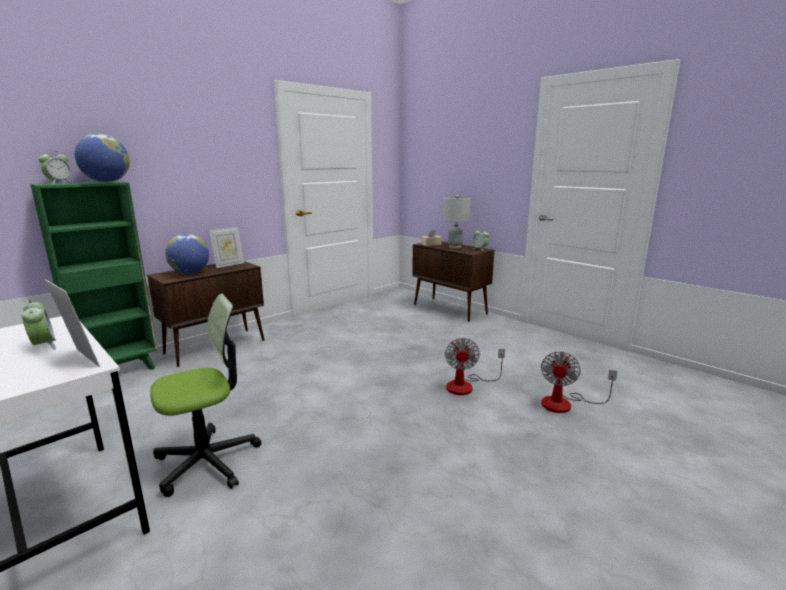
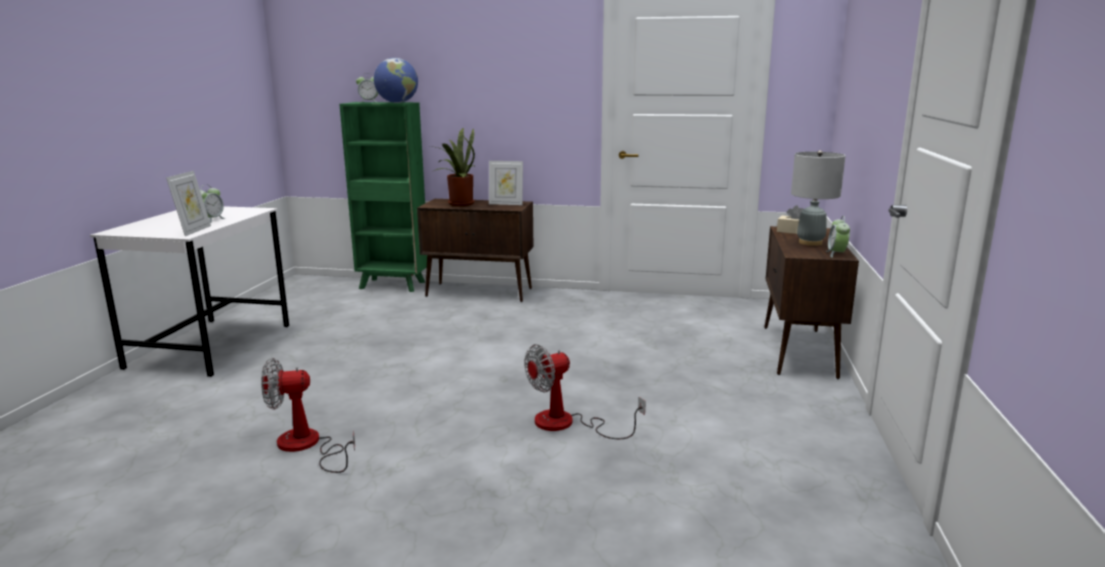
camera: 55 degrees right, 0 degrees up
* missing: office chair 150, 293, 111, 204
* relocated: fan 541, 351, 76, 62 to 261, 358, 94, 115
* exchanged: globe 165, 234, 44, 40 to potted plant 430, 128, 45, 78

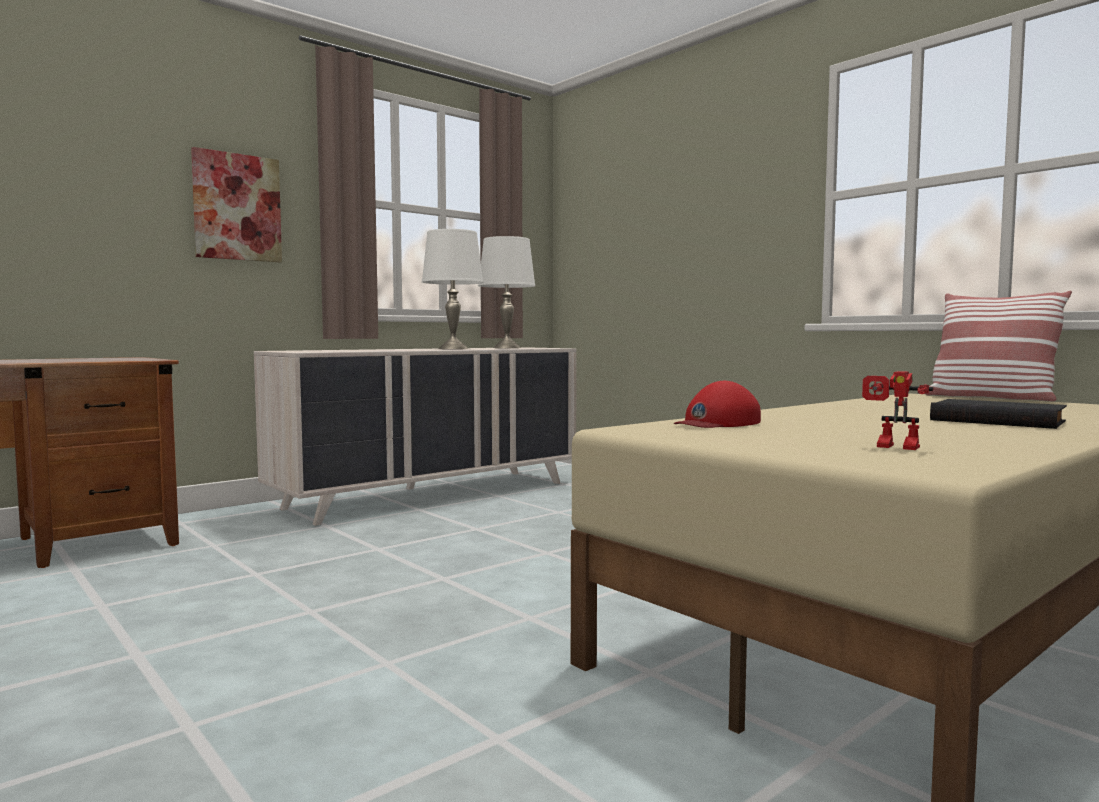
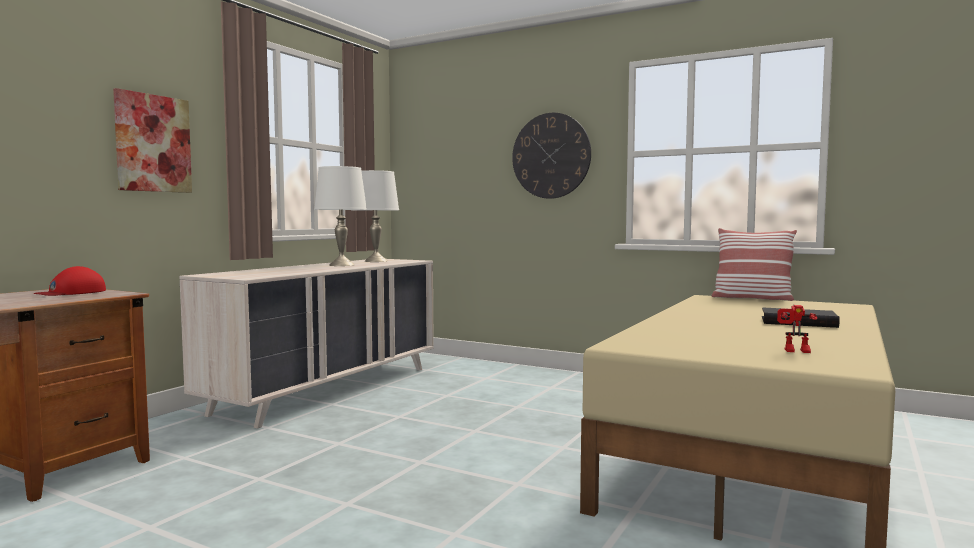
camera: 20 degrees left, 0 degrees up
* appeared: wall clock 512, 113, 79, 86
* relocated: cap/red 674, 381, 87, 47 to 34, 266, 72, 30

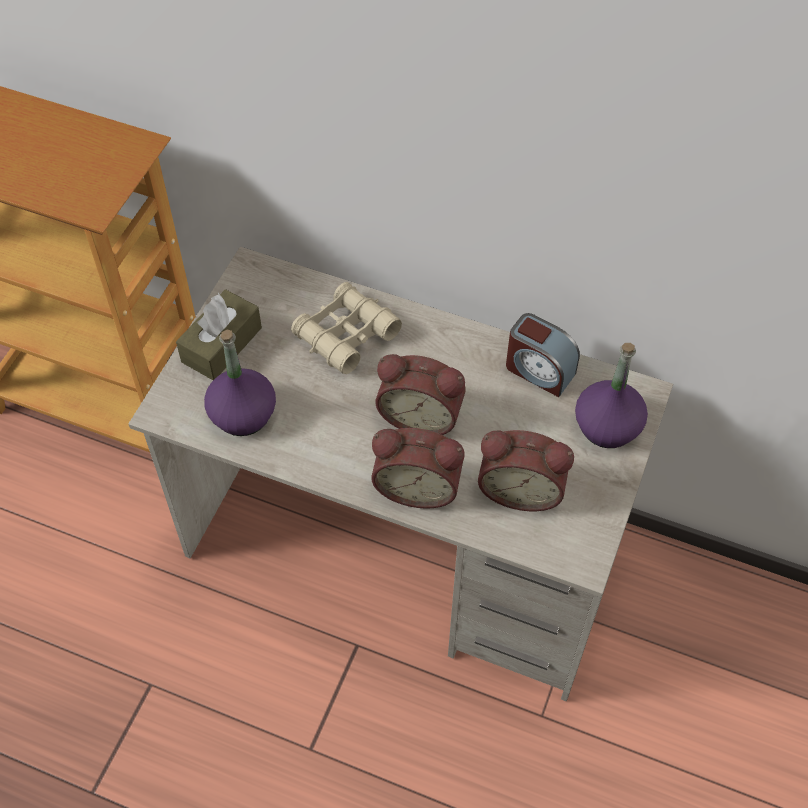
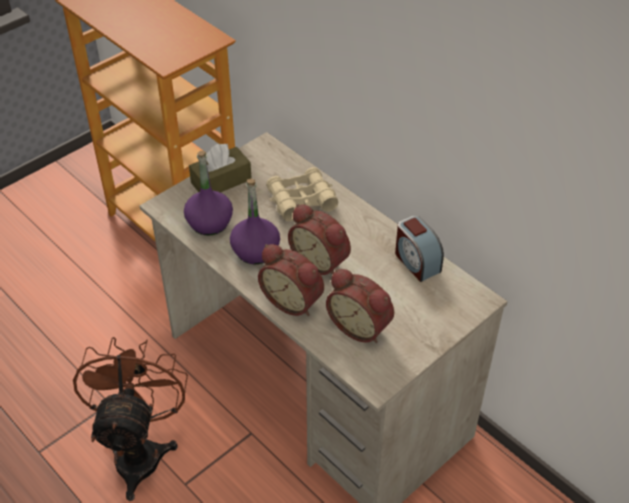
camera: 25 degrees right, 10 degrees down
* appeared: fan/brown 73, 337, 115, 164
* relocated: bottle/purple 575, 343, 73, 105 to 230, 179, 50, 85

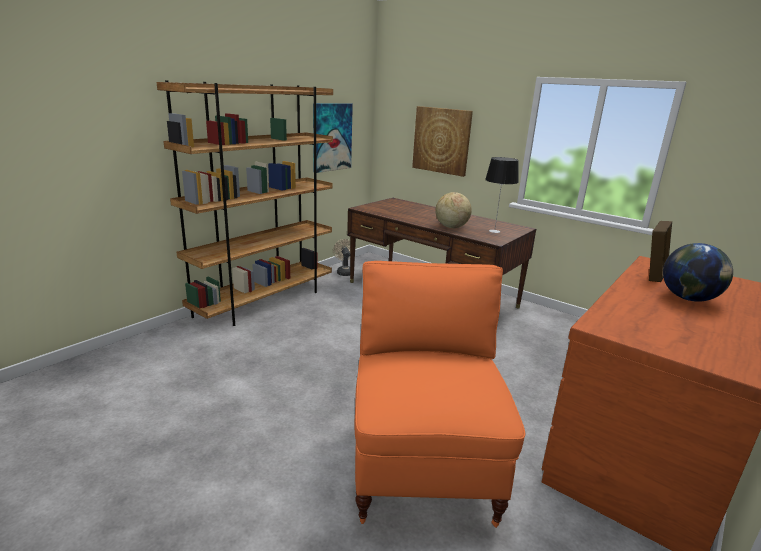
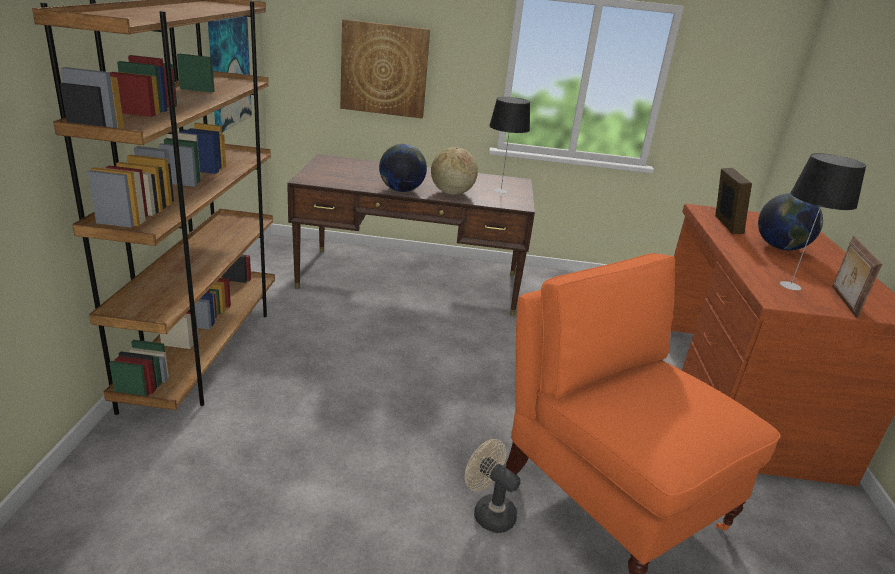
camera: 35 degrees left, 5 degrees up
* appeared: globe 379, 144, 48, 48
* appeared: table lamp 780, 153, 86, 137
* appeared: picture frame 832, 236, 50, 82
* relocated: fan/beige 333, 239, 17, 37 to 465, 439, 55, 94

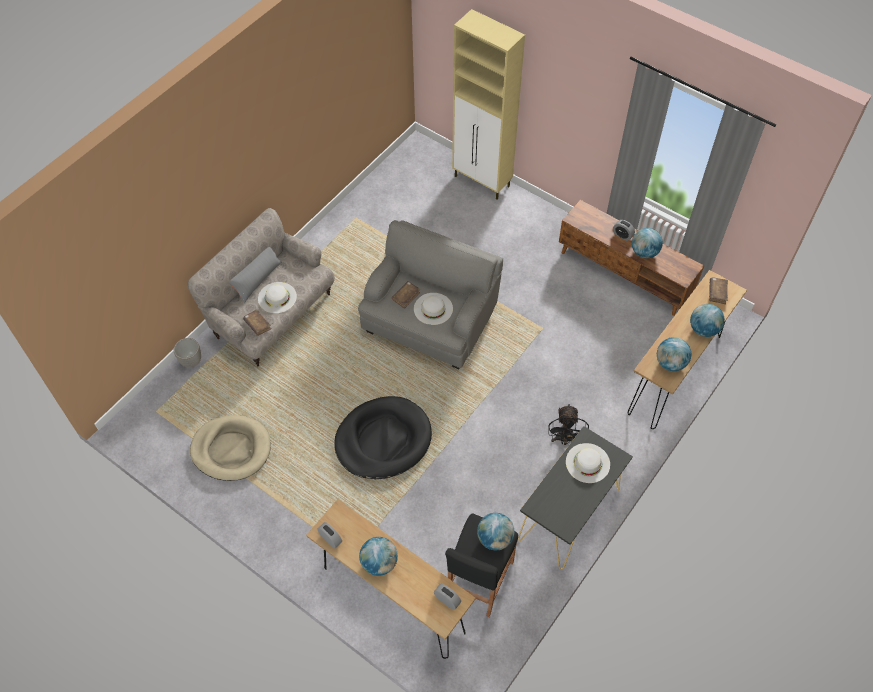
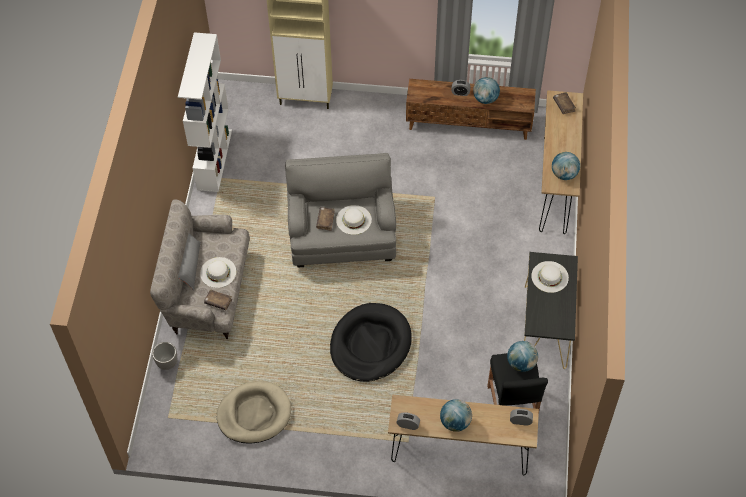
camera: 30 degrees left, 0 degrees up
* missing: fan/black 548, 404, 41, 41
* missing: globe 690, 304, 35, 33
* appeared: bookcase/white 178, 32, 54, 160

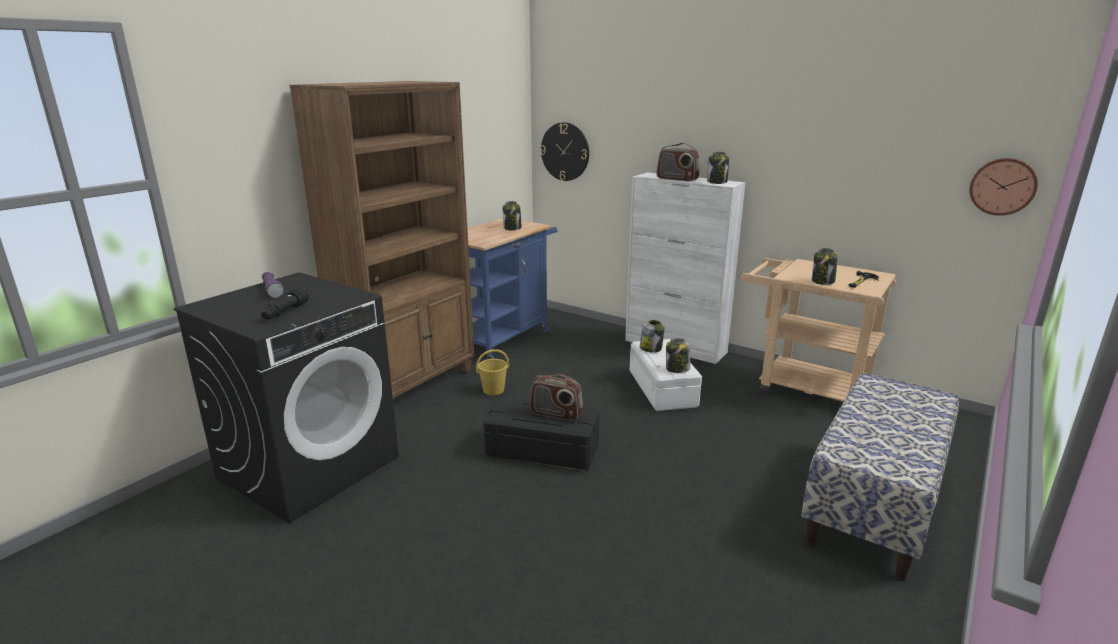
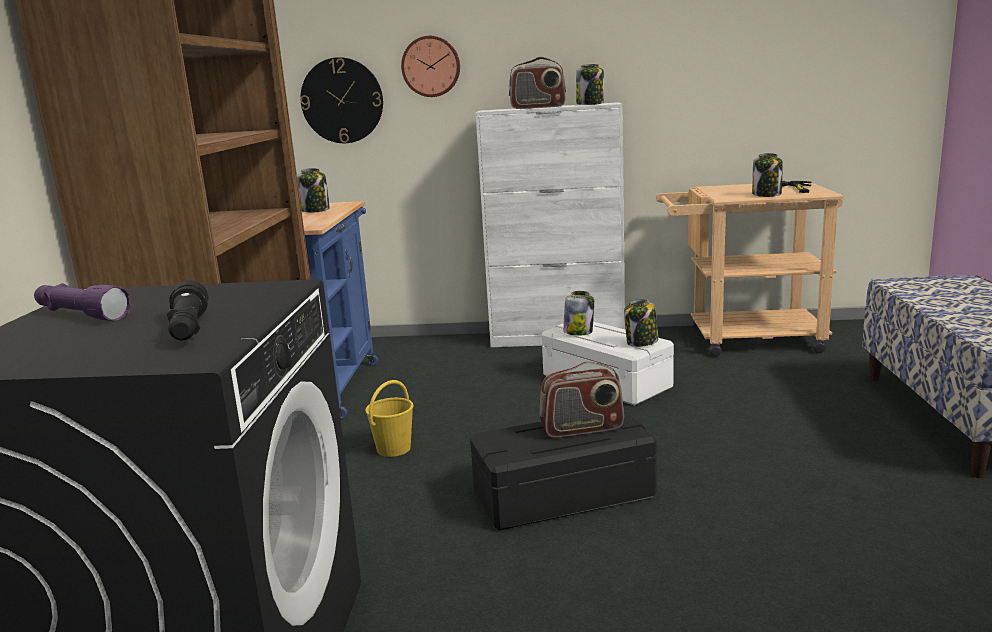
camera: 30 degrees left, 5 degrees down
* relocated: wall clock 969, 158, 69, 58 to 401, 36, 59, 61

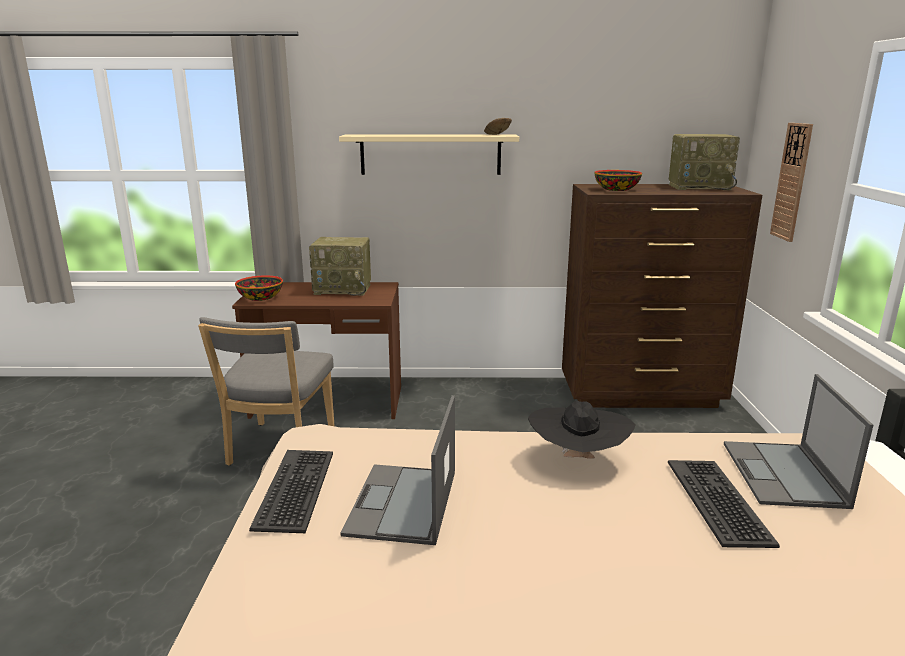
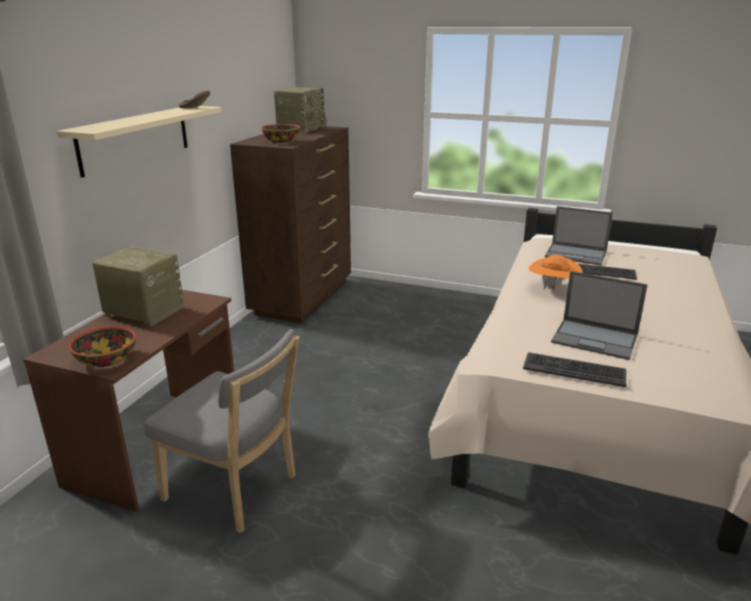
camera: 70 degrees left, 5 degrees up
* missing: wall clock 770, 123, 43, 119
* colour: hat/black 528, 401, 108, 58 to hat/orange 528, 254, 55, 36
* spun: radio 309, 237, 62, 59 = 92, 246, 92, 81 90 degrees counterclockwise

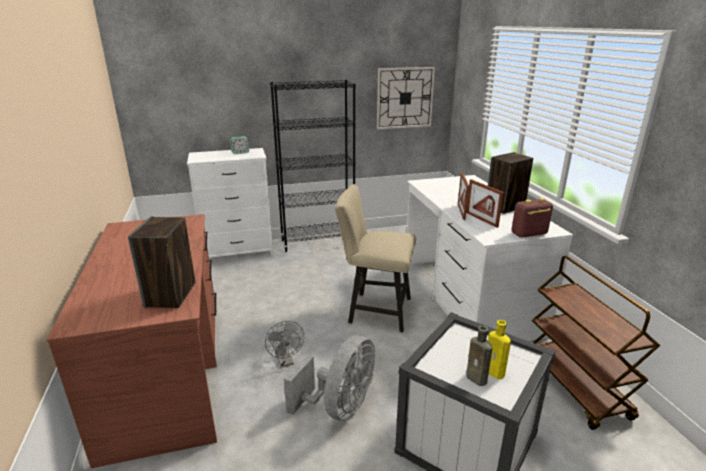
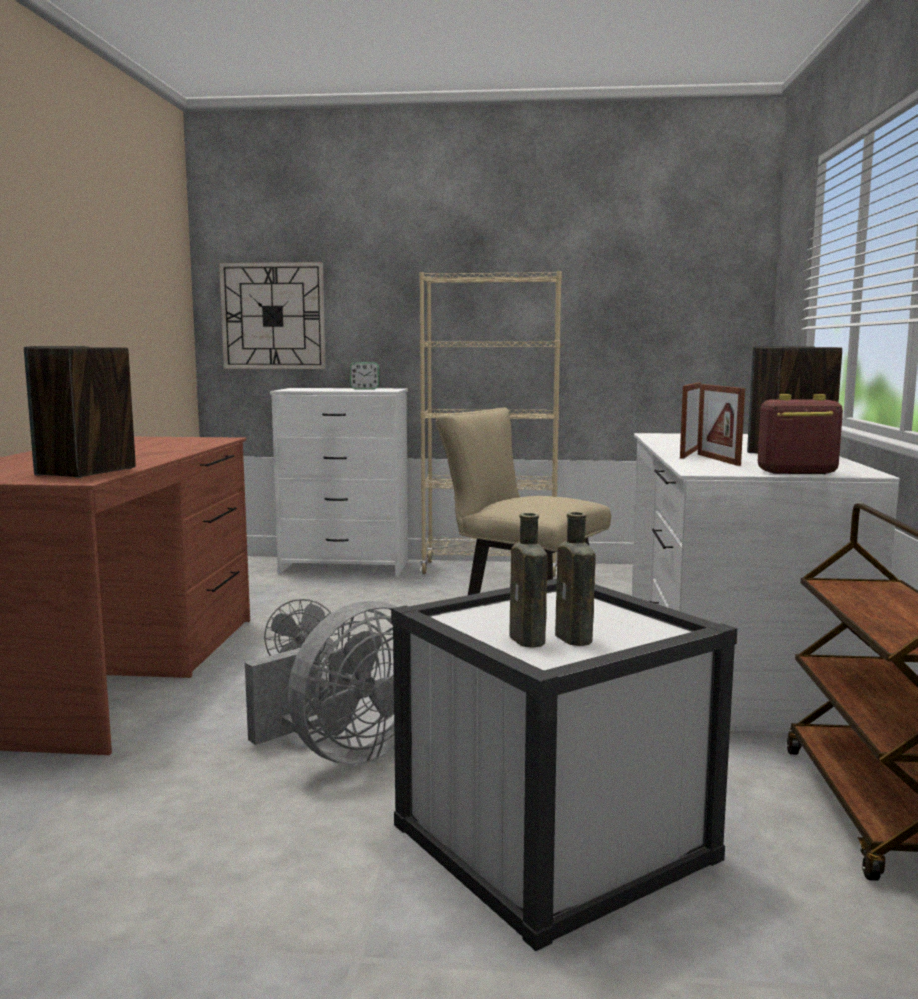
camera: 20 degrees right, 15 degrees down
* relocated: wall clock 377, 67, 58, 62 to 219, 262, 107, 107
* colour: bookcase/black 270, 80, 86, 172 to bookcase/beige 419, 271, 143, 306
* colour: bottle/yellow 488, 320, 23, 59 to bottle/brown 555, 512, 41, 134

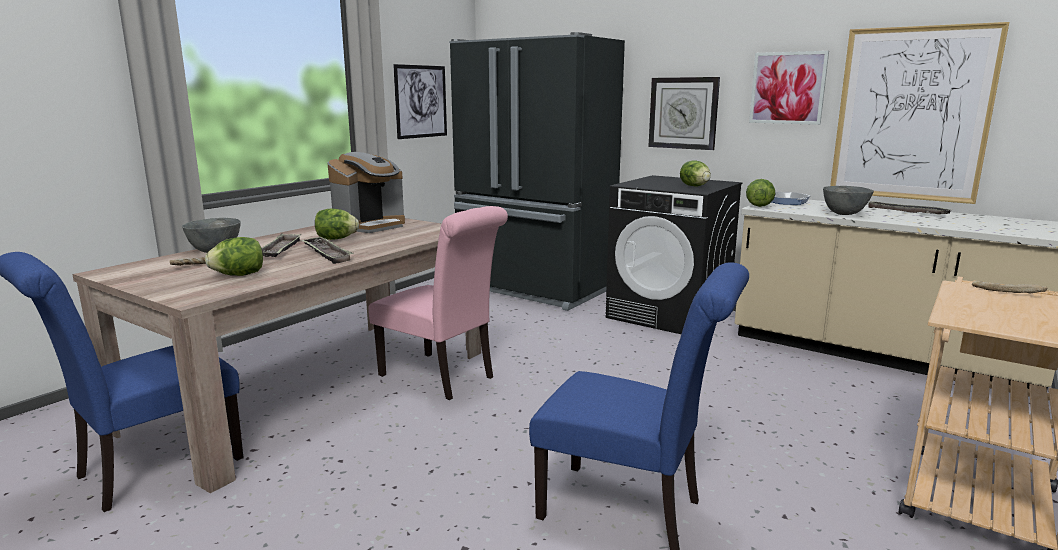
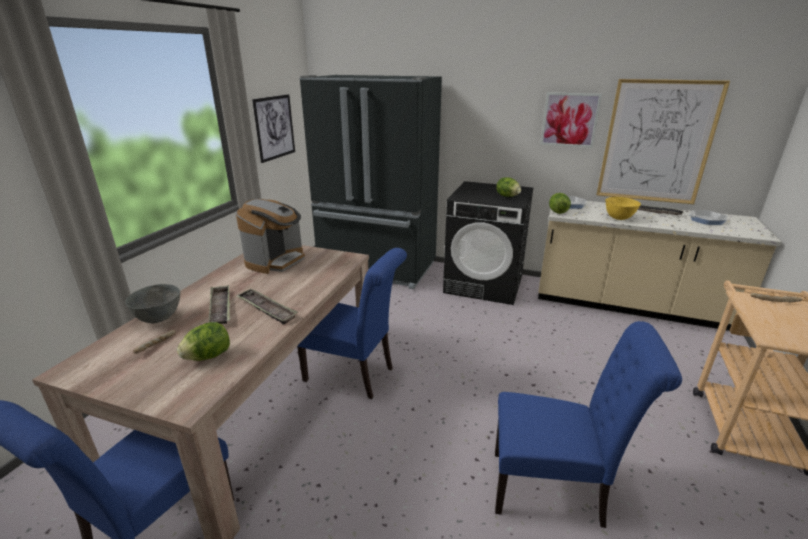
camera: 15 degrees left, 10 degrees up
* missing: lettuce 315, 208, 44, 32
* missing: wall clock 648, 77, 72, 73
* appeared: frying pan 689, 210, 39, 15
* colour: chair/pink 368, 206, 140, 194 to chair/blue 297, 248, 110, 151
* colour: bowl/grey 823, 186, 51, 29 to bowl/yellow 605, 197, 36, 23

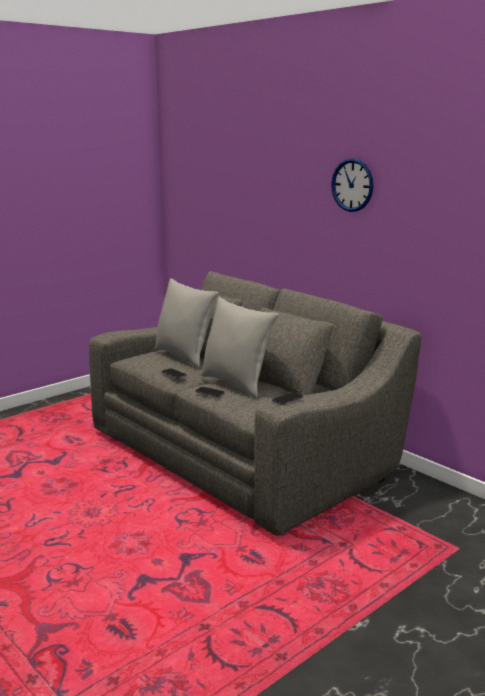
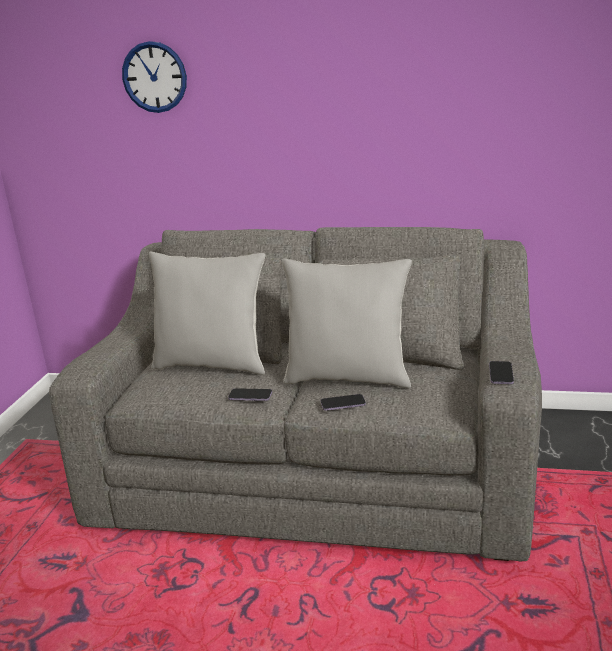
camera: 35 degrees left, 5 degrees up
* relocated: wall clock 331, 158, 42, 54 to 122, 41, 65, 72

